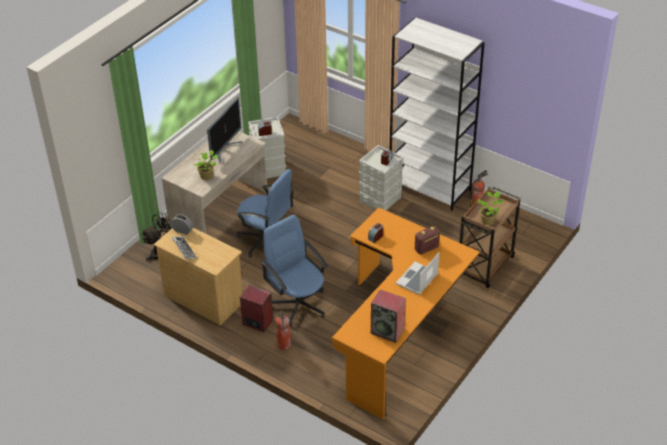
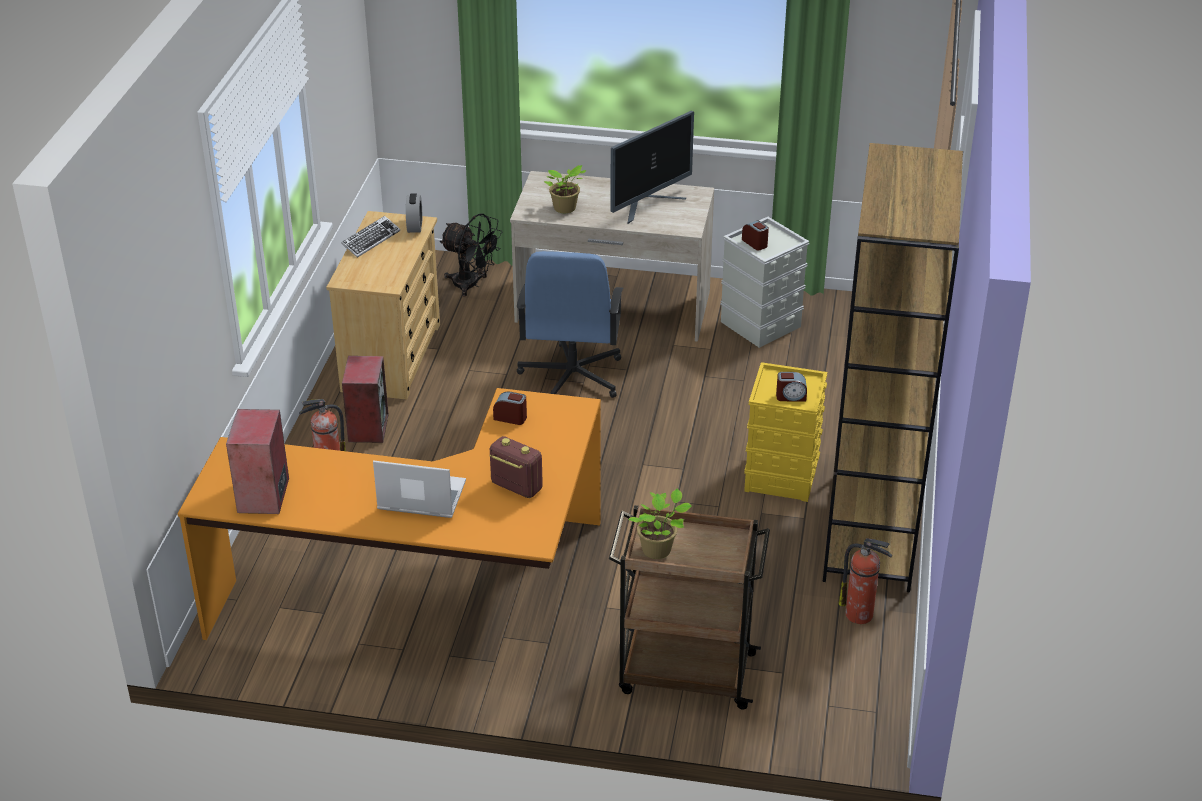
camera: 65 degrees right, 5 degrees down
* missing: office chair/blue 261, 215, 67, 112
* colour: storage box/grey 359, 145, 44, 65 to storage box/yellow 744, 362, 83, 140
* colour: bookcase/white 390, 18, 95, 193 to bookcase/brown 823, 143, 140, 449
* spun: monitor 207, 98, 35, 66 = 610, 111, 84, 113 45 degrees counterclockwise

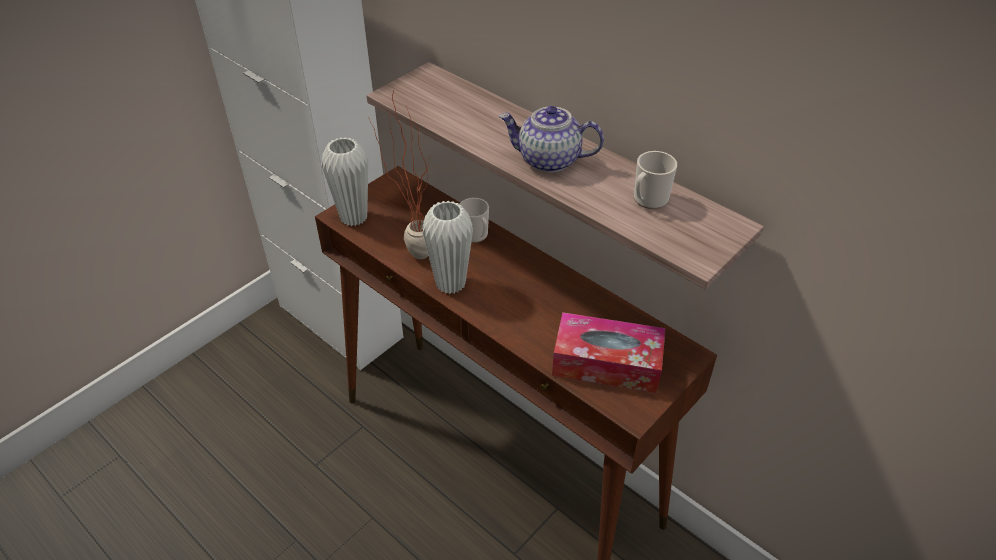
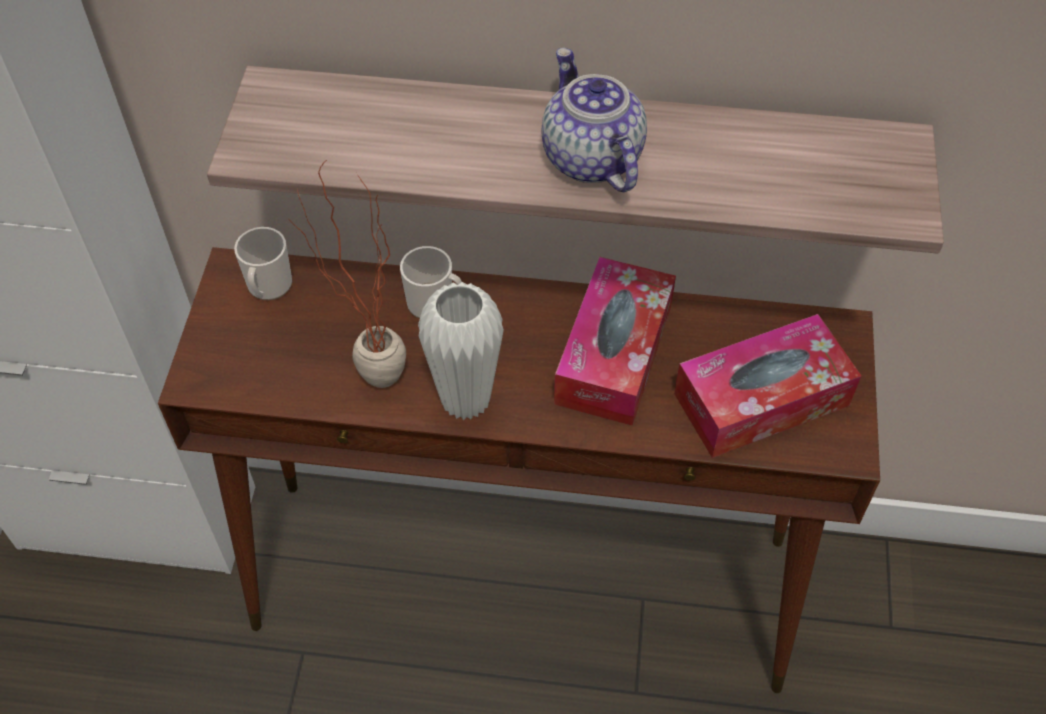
camera: 35 degrees left, 10 degrees up
* missing: vase/white 322, 137, 46, 89
* appeared: tissue box 554, 257, 122, 169
* relocated: mug 634, 151, 43, 58 to 234, 227, 58, 73
* spun: teapot 499, 106, 105, 67 = 541, 48, 106, 144 90 degrees clockwise

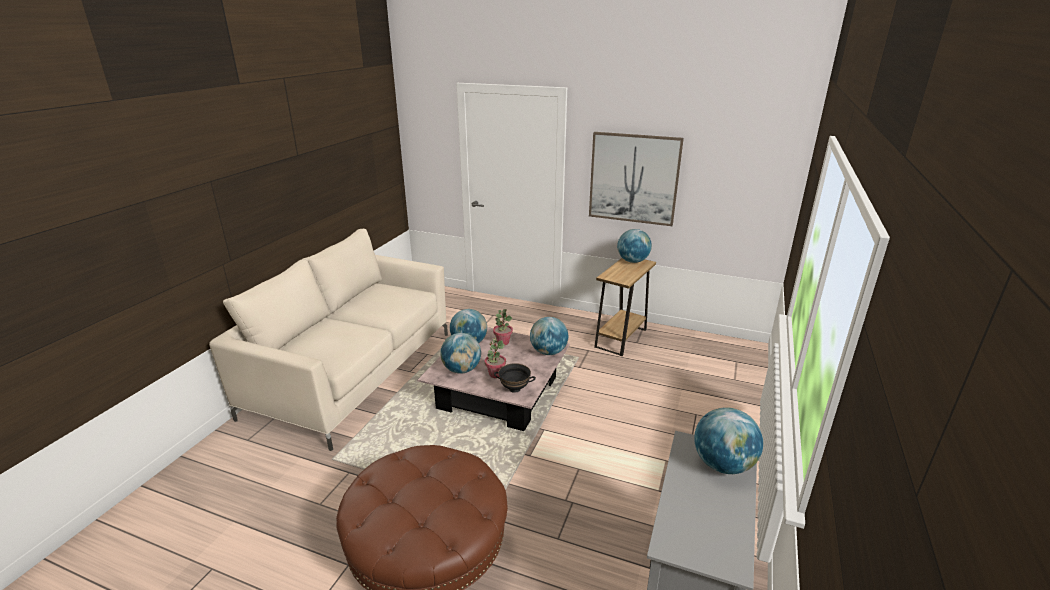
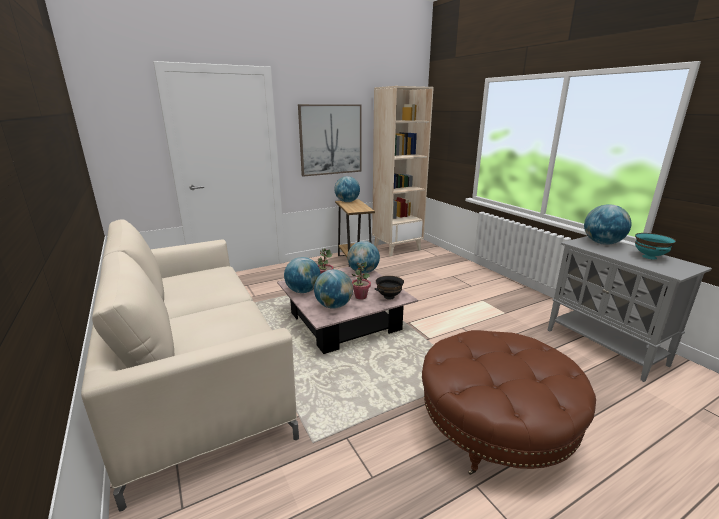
camera: 50 degrees left, 5 degrees down
* appeared: bookcase/beige 372, 86, 62, 171
* appeared: bowl/turquoise 635, 233, 41, 27

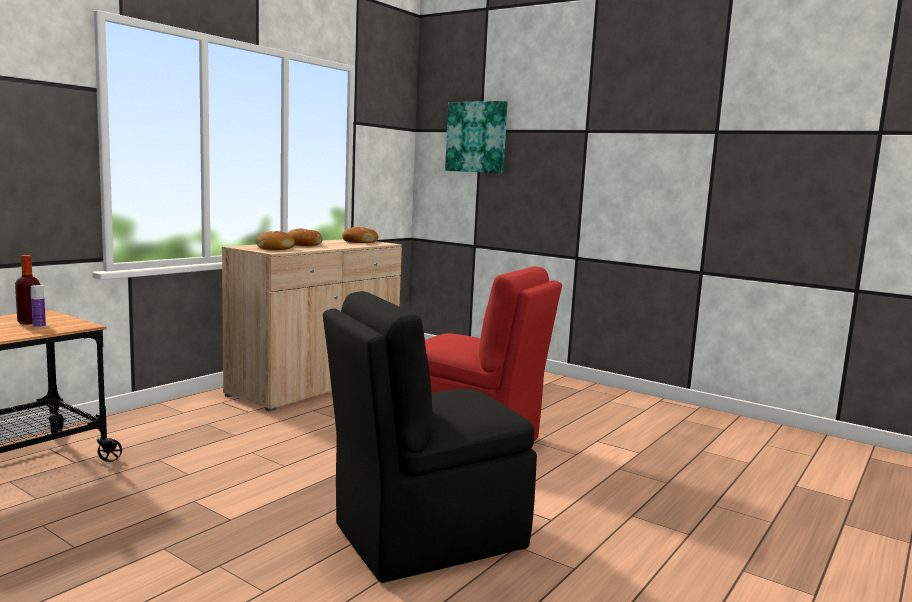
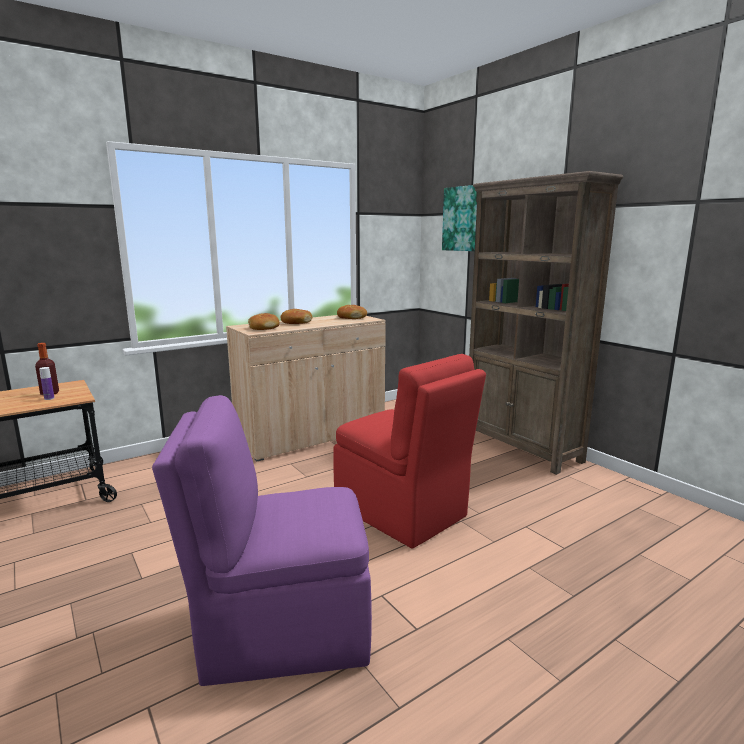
camera: 20 degrees right, 5 degrees up
* appeared: bookcase/brown 469, 171, 154, 304
* colour: chair/black 323, 291, 214, 292 to chair/purple 152, 395, 220, 291

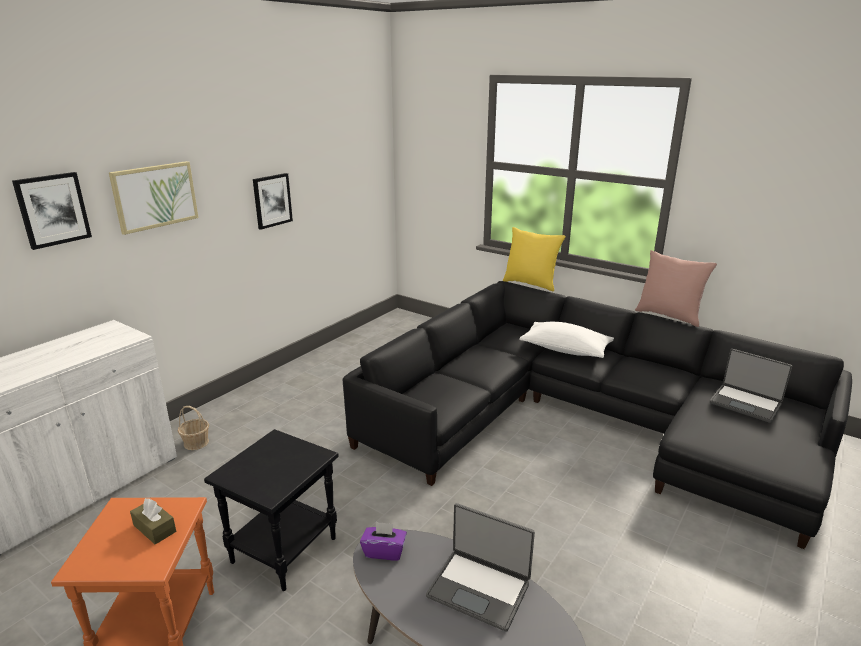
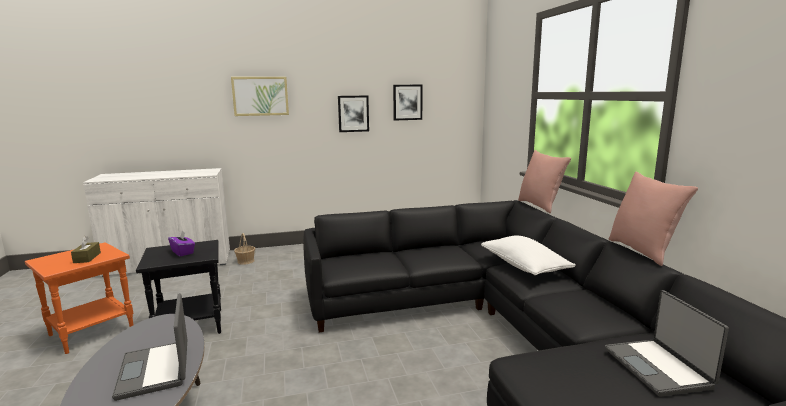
camera: 40 degrees right, 10 degrees down
* relocated: picture 12, 172, 80, 78 to 393, 85, 29, 36
* relocated: tissue box/purple 360, 522, 47, 39 to 168, 231, 27, 25
* colour: pillow/yellow 503, 227, 63, 65 to pillow/pink 518, 150, 53, 63

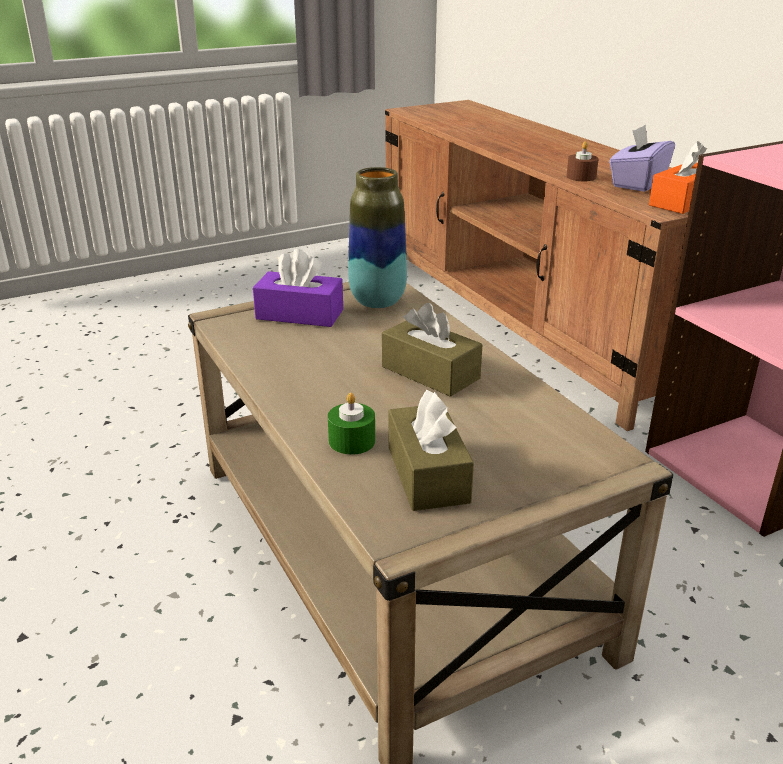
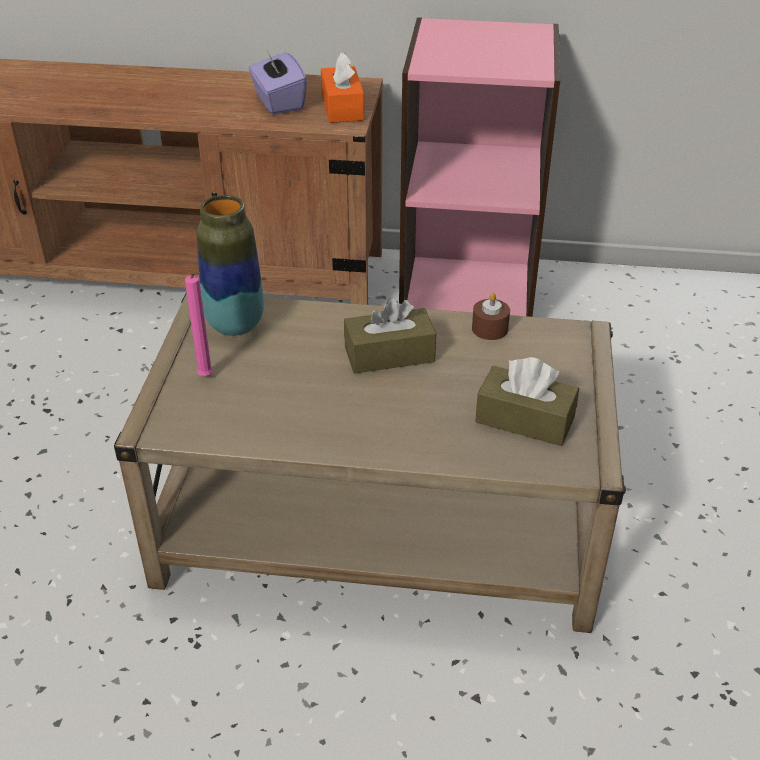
camera: 55 degrees left, 10 degrees up
* missing: candle/green 328, 393, 47, 62
* relocated: candle/brown 566, 142, 33, 39 to 472, 293, 38, 47
* exchanged: tissue box/purple 253, 249, 90, 78 to candle/pink 185, 272, 28, 104

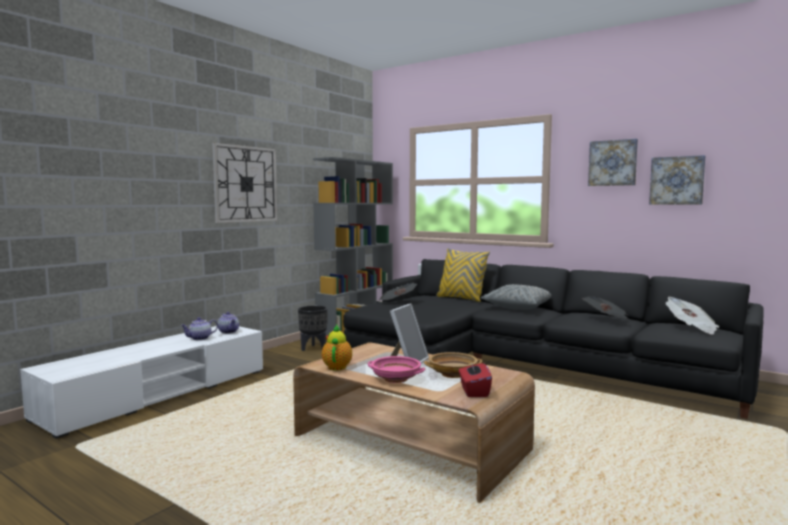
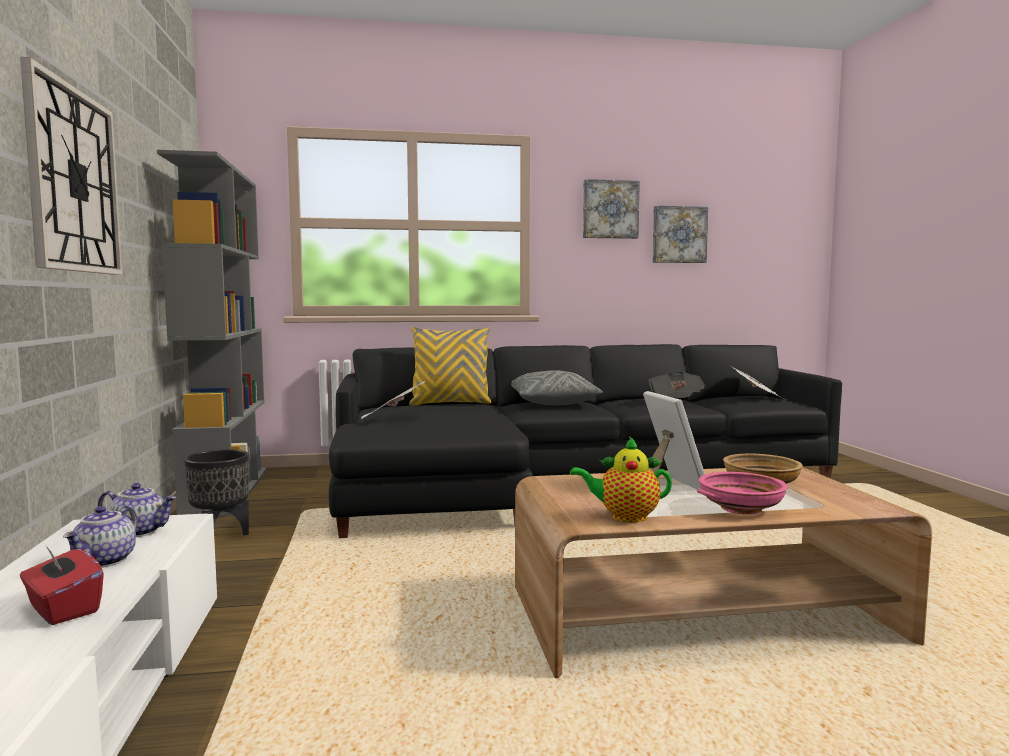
camera: 45 degrees left, 0 degrees up
* relocated: tissue box/red 459, 359, 33, 38 to 20, 546, 84, 79
* spun: teapot 322, 325, 30, 46 = 570, 436, 102, 87 45 degrees counterclockwise

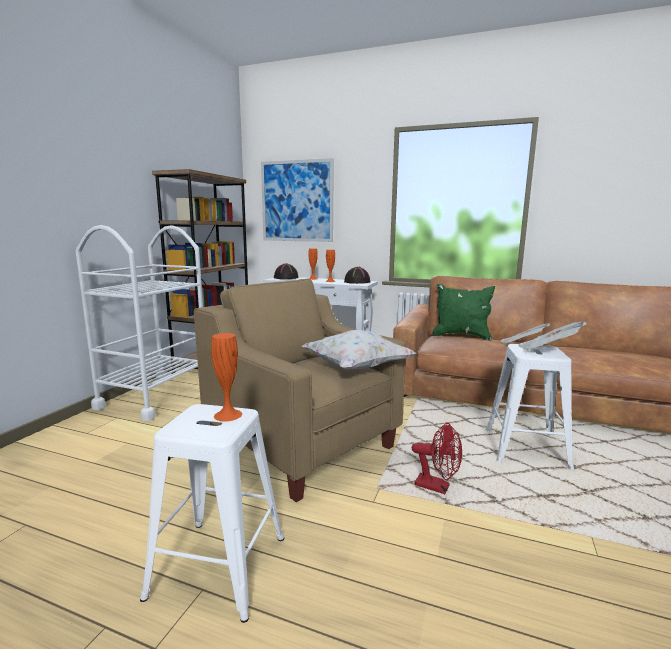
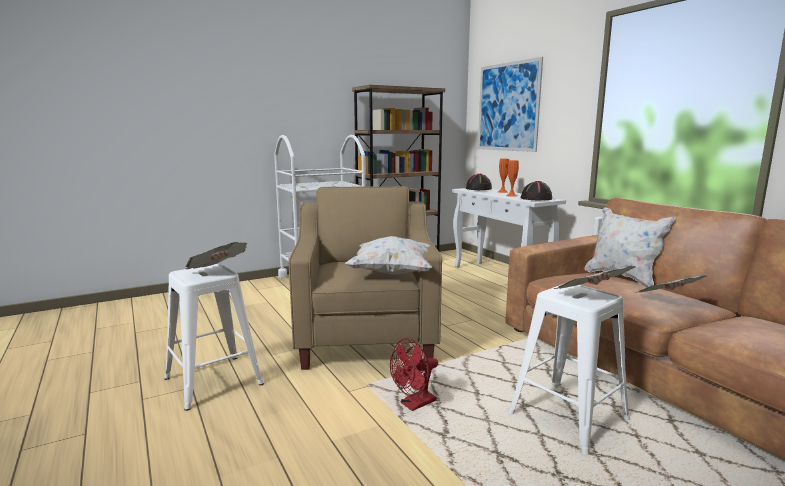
camera: 40 degrees right, 0 degrees up
* exchanged: vase/orange 211, 333, 31, 89 to newspaper 186, 242, 61, 27
* colour: pillow/green 432, 284, 63, 57 to pillow/white 584, 207, 91, 81
* spun: fan/red 412, 423, 50, 71 = 390, 338, 48, 73 75 degrees clockwise

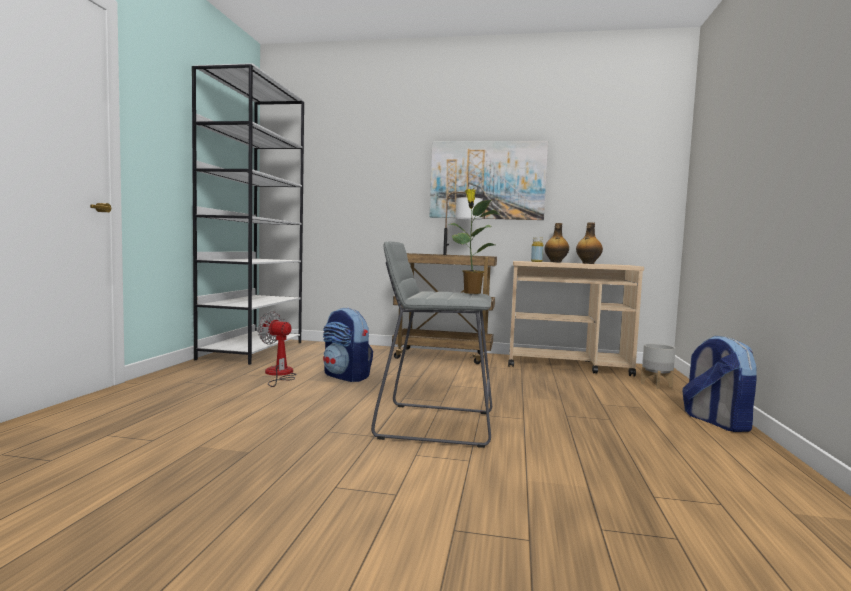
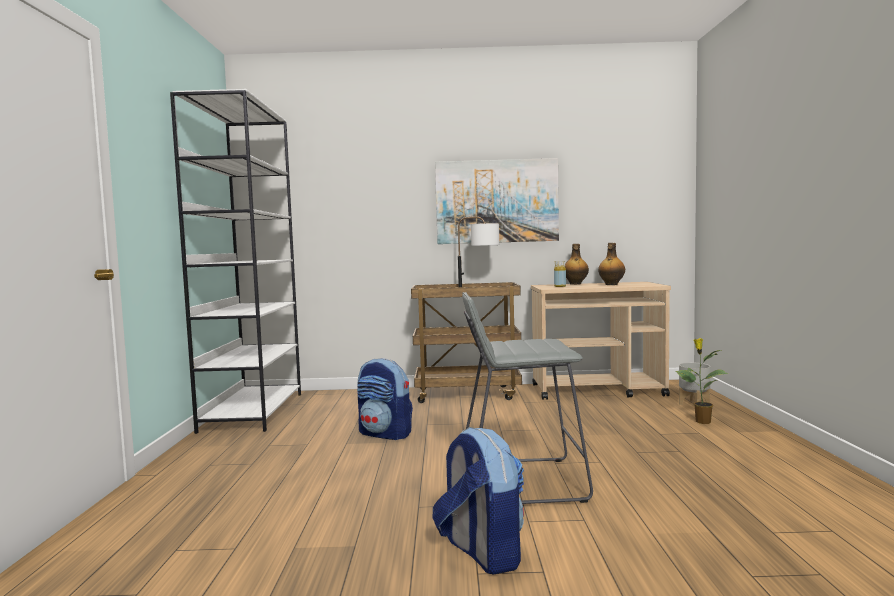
camera: 10 degrees left, 0 degrees up
* missing: fan 258, 311, 38, 76
* relocated: potted plant 449, 189, 51, 105 to 676, 338, 52, 86
* relocated: backpack 683, 336, 73, 96 to 433, 427, 91, 148

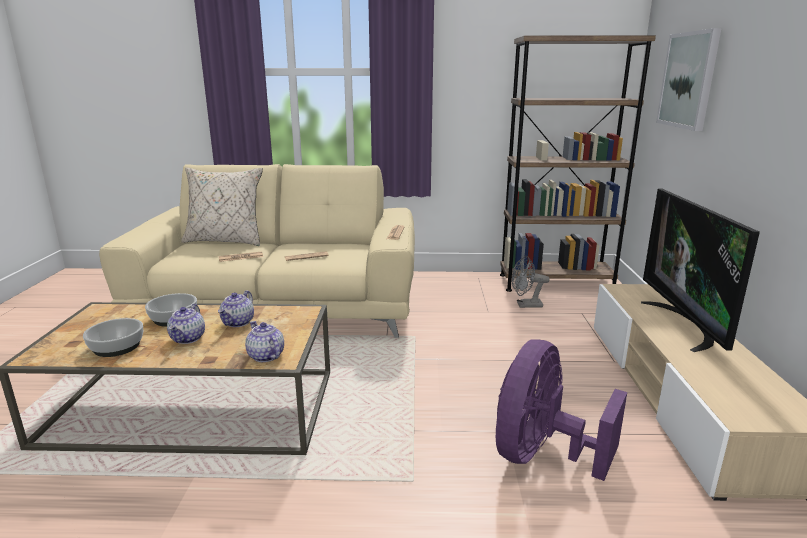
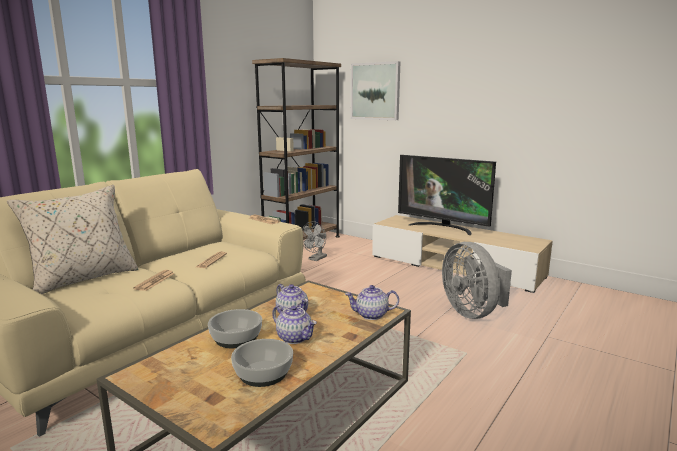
camera: 55 degrees left, 5 degrees down
* colour: fan/purple 496, 339, 131, 142 to fan/grey 442, 242, 70, 77

